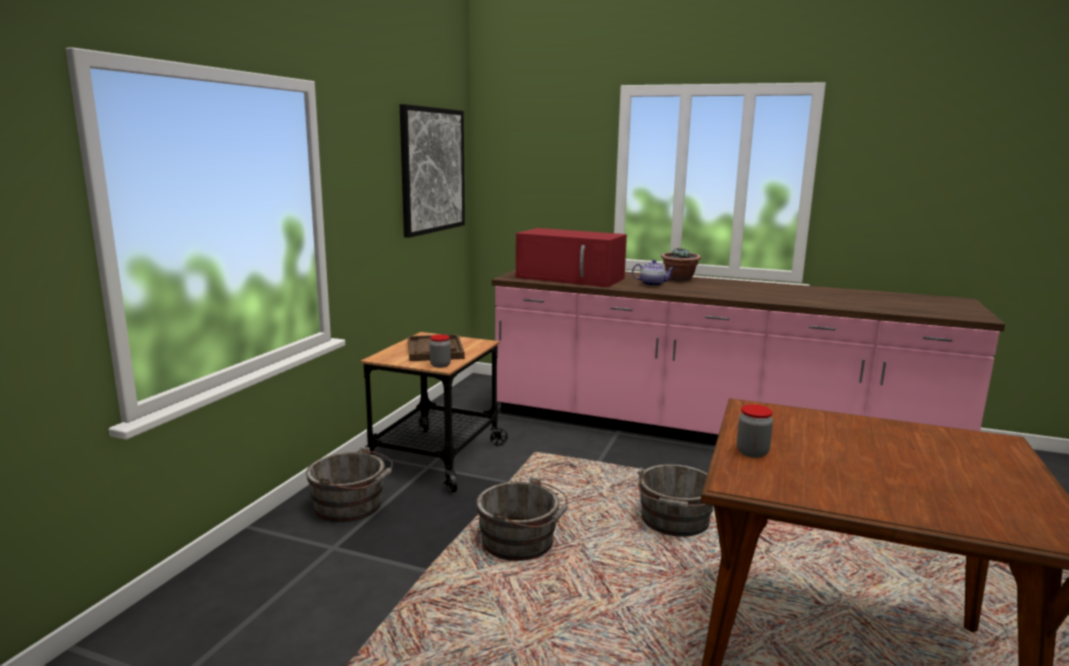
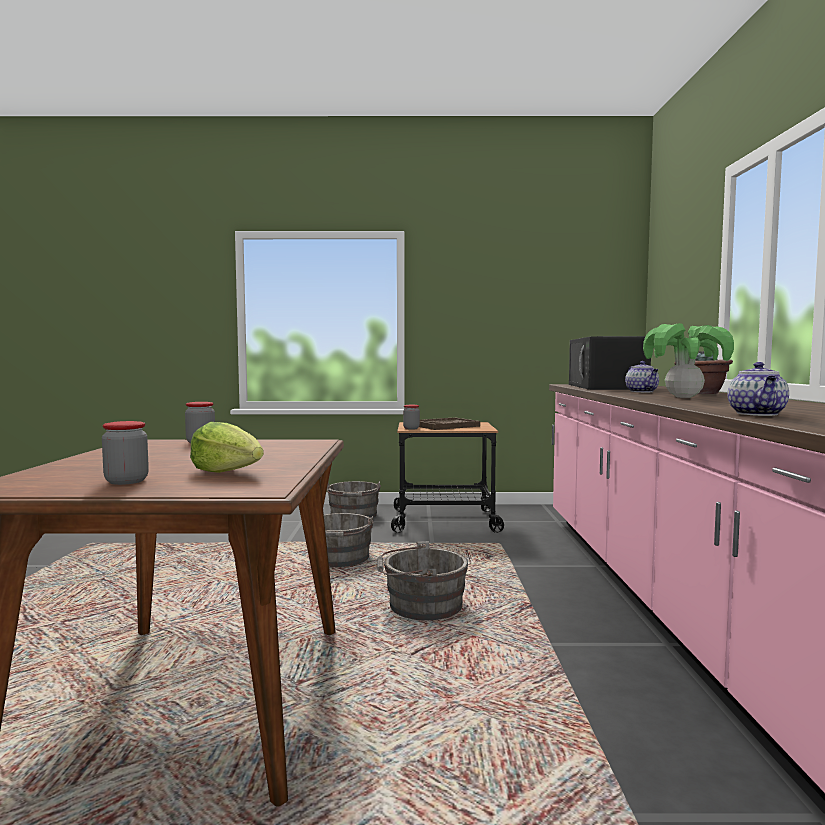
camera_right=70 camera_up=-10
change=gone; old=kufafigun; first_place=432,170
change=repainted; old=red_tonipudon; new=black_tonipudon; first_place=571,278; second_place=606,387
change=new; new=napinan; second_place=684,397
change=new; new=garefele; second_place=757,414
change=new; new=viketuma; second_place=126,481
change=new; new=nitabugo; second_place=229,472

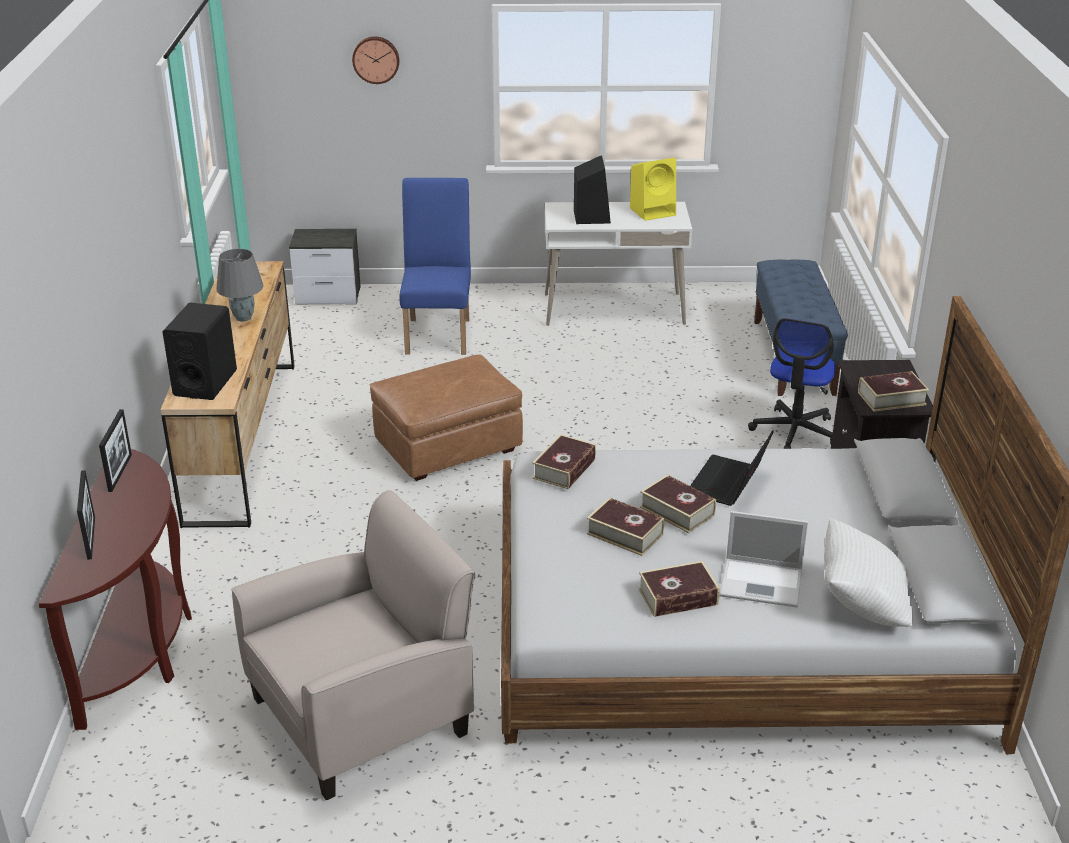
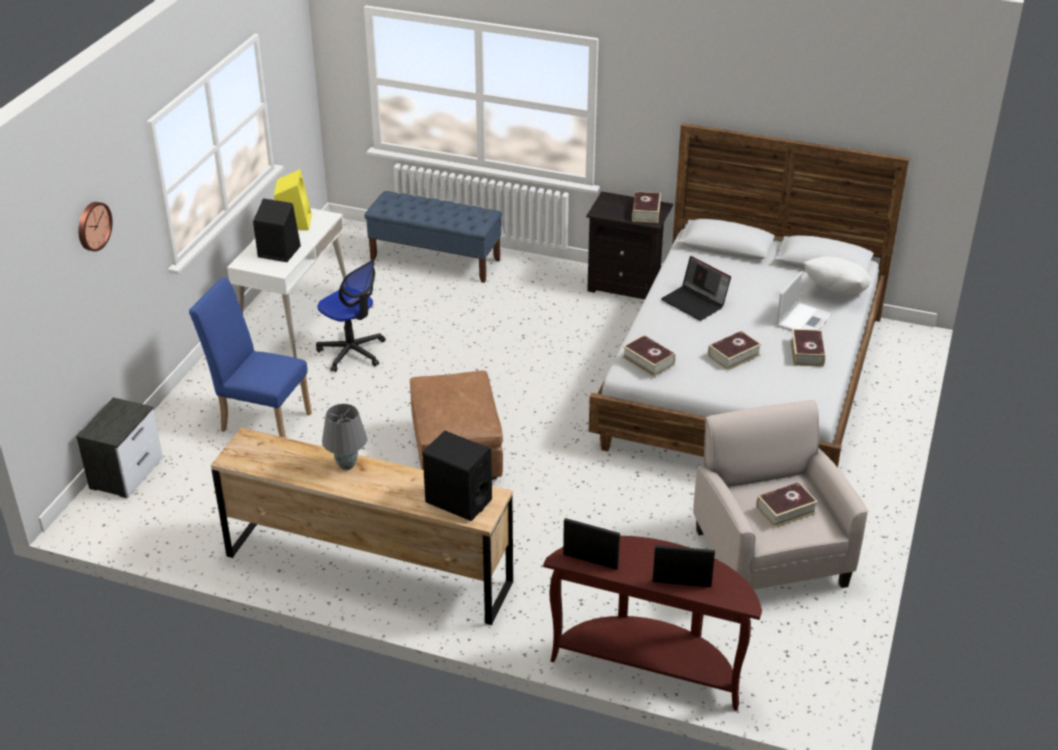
camera_right=-70 camera_up=5
change=shifted; old=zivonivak; first_place=795,431; second_place=352,352
change=shifted; old=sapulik; first_place=677,511; second_place=785,510

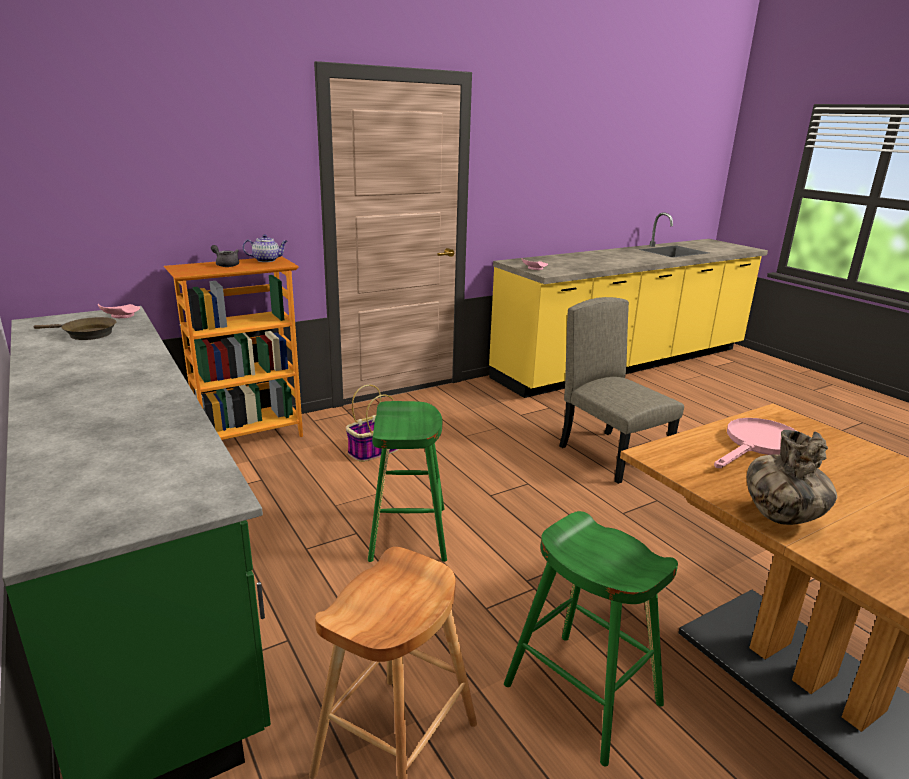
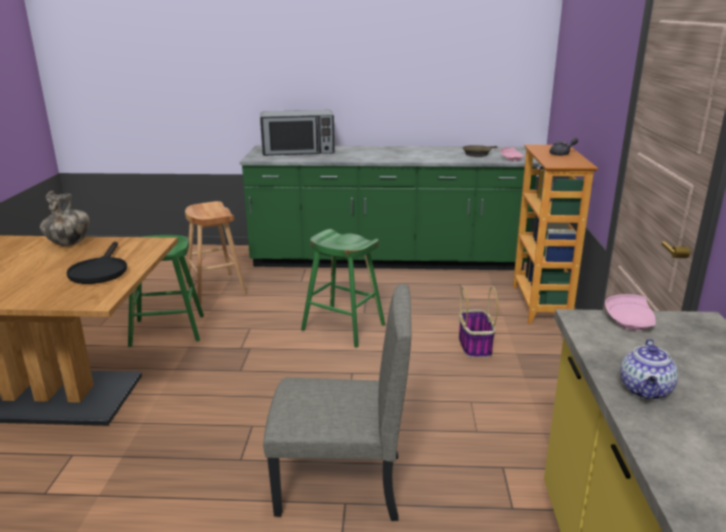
camera_right=125 camera_up=0
change=shifted; old=garefele; first_place=267,260; second_place=645,391
change=repainted; old=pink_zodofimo; new=black_zodofimo; first_place=758,445; second_place=100,271
change=new; new=tonipudon; second_place=298,152

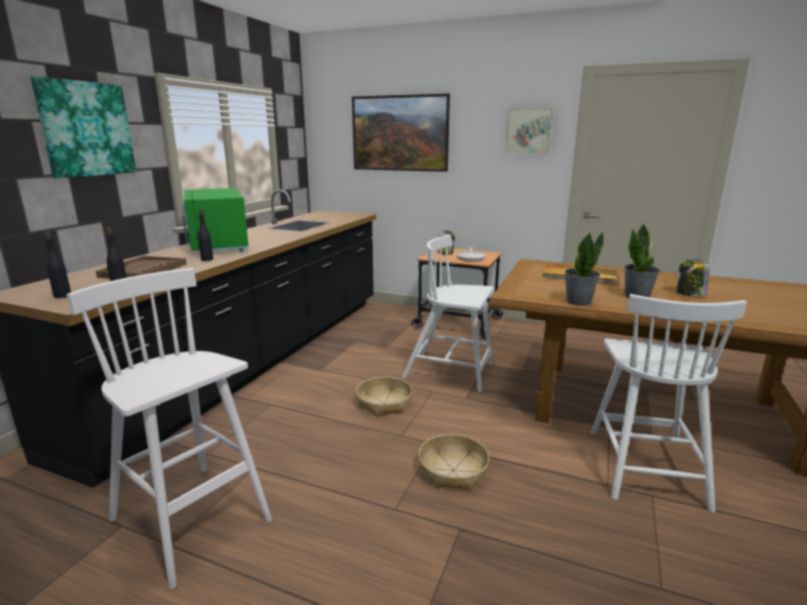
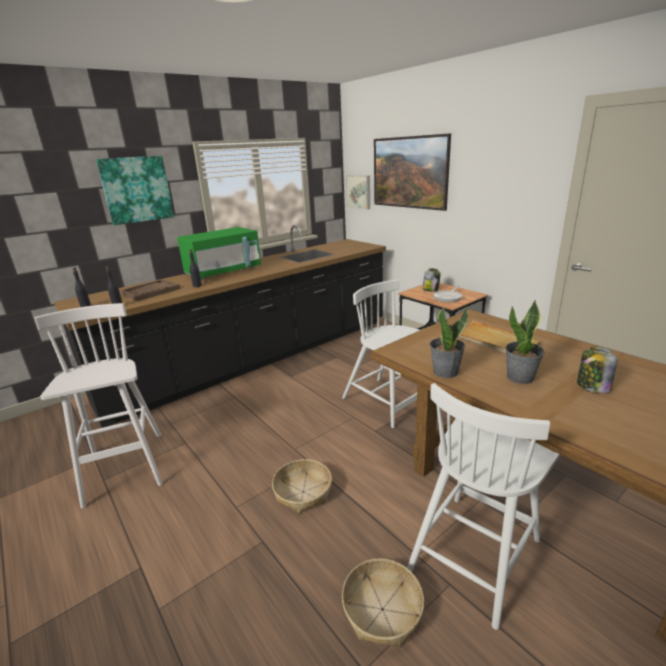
camera_right=30 camera_up=5
change=shifted; old=kufafigun; first_place=529,131; second_place=359,191
change=rotated; old=green_tonipudon; first_place=218,245; second_place=224,272; degrees=-135
change=shifted; old=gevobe; first_place=384,403; second_place=382,609

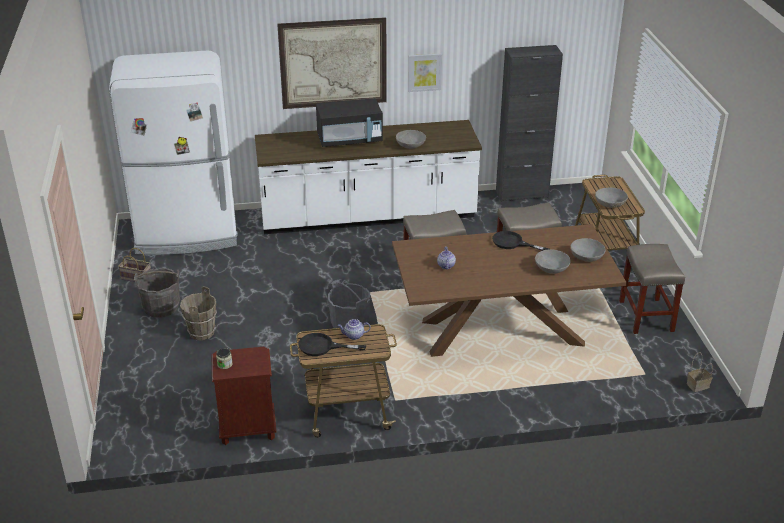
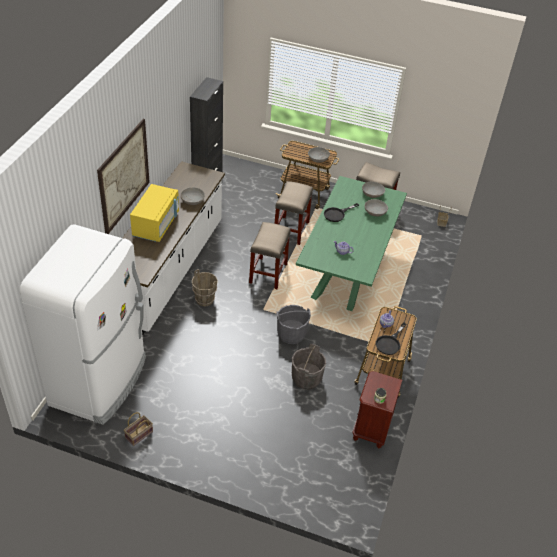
camera_right=-65 camera_up=10
change=gone; old=kufafigun; first_place=424,72
change=repainted; old=black_tonipudon; new=yellow_tonipudon; first_place=350,139; second_place=156,225
change=repainted; old=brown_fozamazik; new=green_fozamazik; first_place=500,332; second_place=347,270
change=shifted; old=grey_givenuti; first_place=161,307; second_place=306,378
change=shifted; old=brown_givenuti; first_place=201,333; second_place=204,300

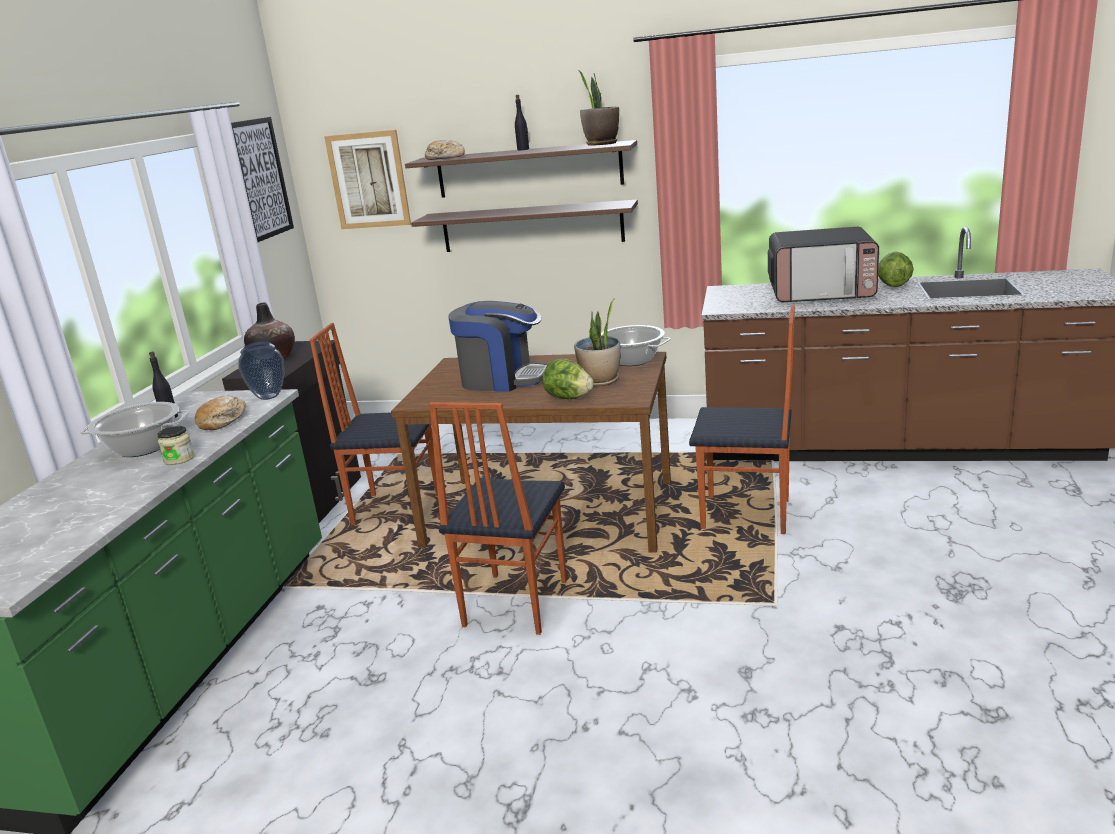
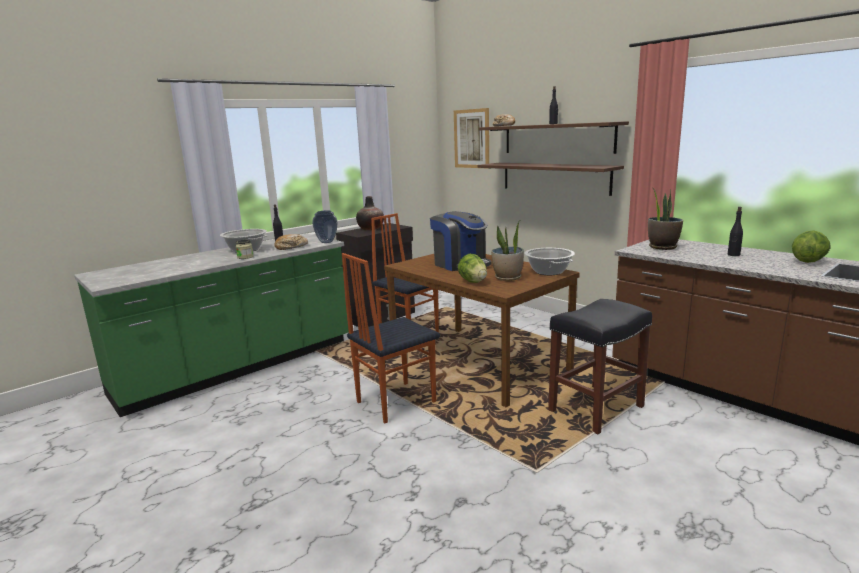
camera_right=35 camera_up=-5
change=shifted; old=napinan; first_place=601,144; second_place=662,247
change=gone; old=kufafigun; first_place=260,179
change=swapped; old=tonipudon; new=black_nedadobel; first_place=821,293; second_place=733,255
change=swapped; old=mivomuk; new=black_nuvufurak; first_place=746,515; second_place=595,409

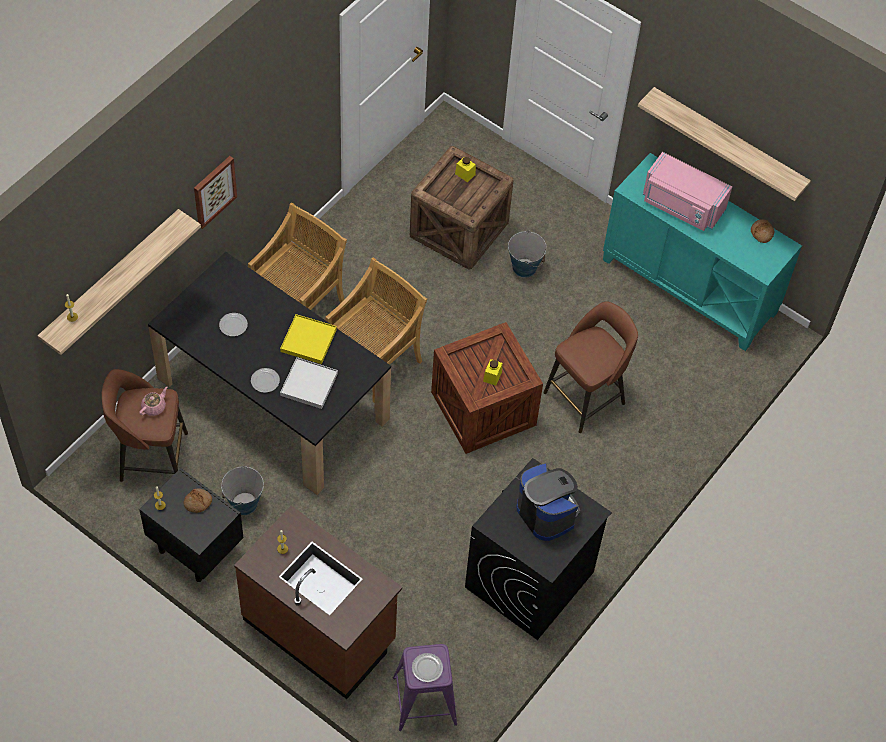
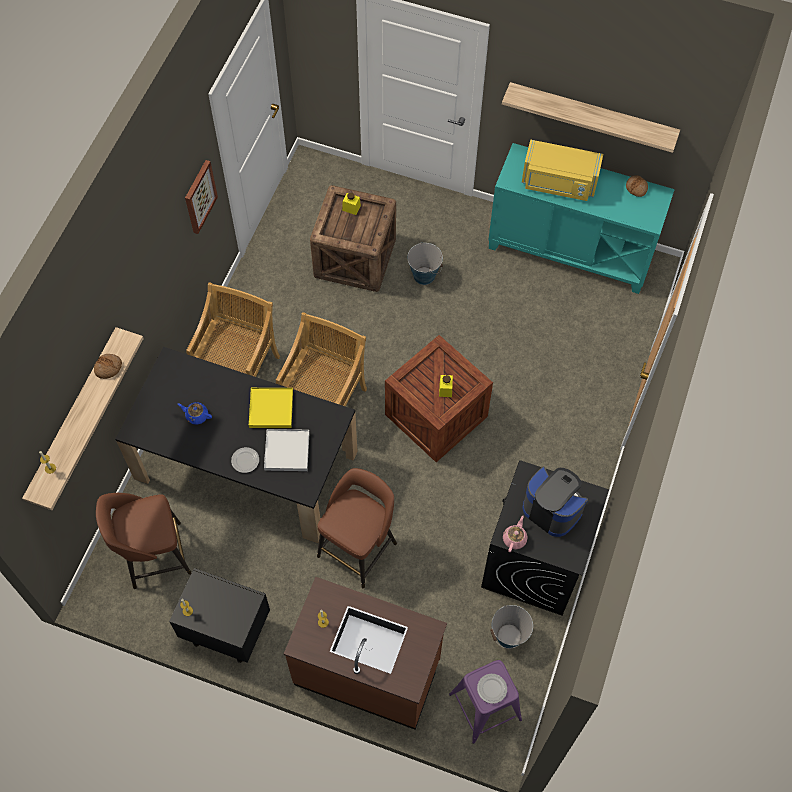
camera_right=-15 camera_up=5
change=repainted; old=pink_tonipudon; new=yellow_tonipudon; first_place=681,206; second_place=558,183
change=shifted; old=kufafigun; first_place=214,191; second_place=199,196
change=shifted; old=brown_nuvufurak; first_place=586,397; second_place=358,548
change=swapped; old=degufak; new=blue_garefele; first_place=233,325; second_place=196,415
change=shifted; old=pink_garefele; first_place=154,407; second_place=514,538
change=shifted; old=givenuti; first_place=244,503; second_place=509,636
change=shifted; old=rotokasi; first_place=198,502; second_place=108,368

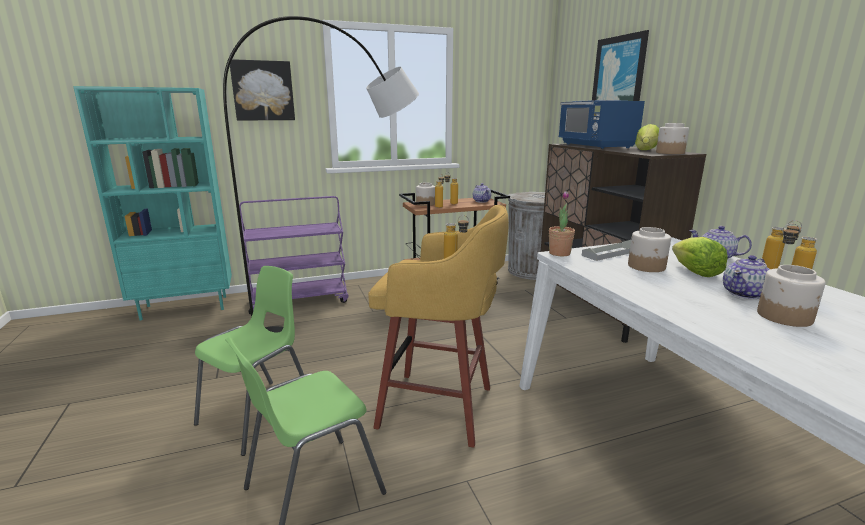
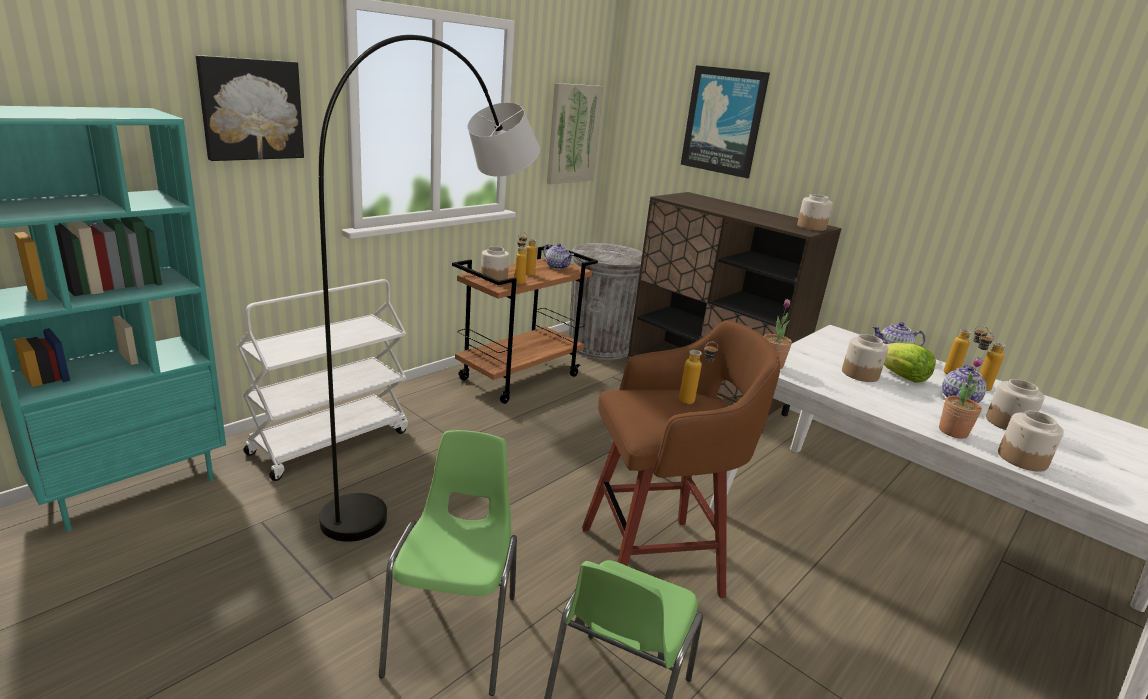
camera_right=-30 camera_up=5
change=gone; old=blue_tonipudon; first_place=595,146
change=gone; old=nitabugo; first_place=646,150
change=repainted; old=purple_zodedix; new=white_zodedix; first_place=300,301; second_place=330,441
change=repainted; old=yellow_nuvufurak; new=brown_nuvufurak; first_place=440,408; second_place=655,560
change=gone; old=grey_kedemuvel; first_place=609,253
change=new; new=kufafigun; second_place=572,134
change=new; new=napinan; second_place=953,431
change=new; new=viketuma; second_place=1023,459

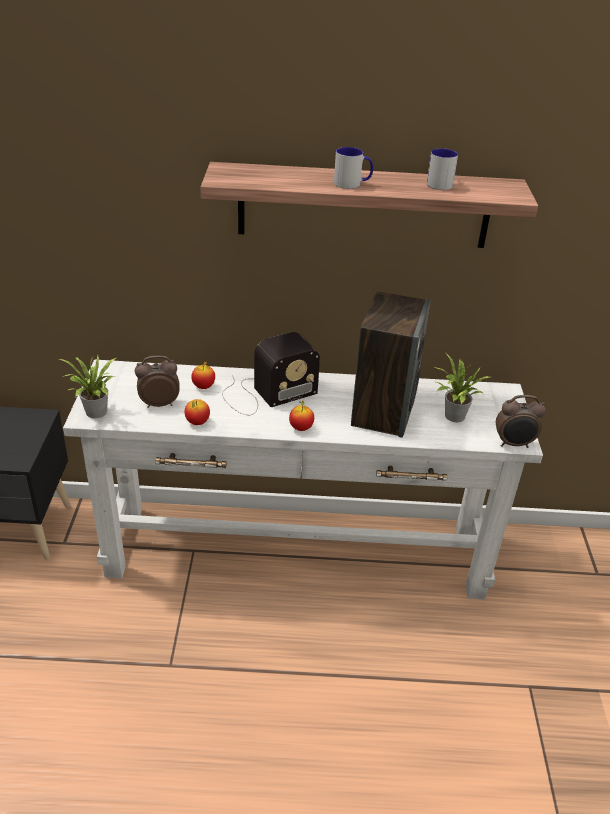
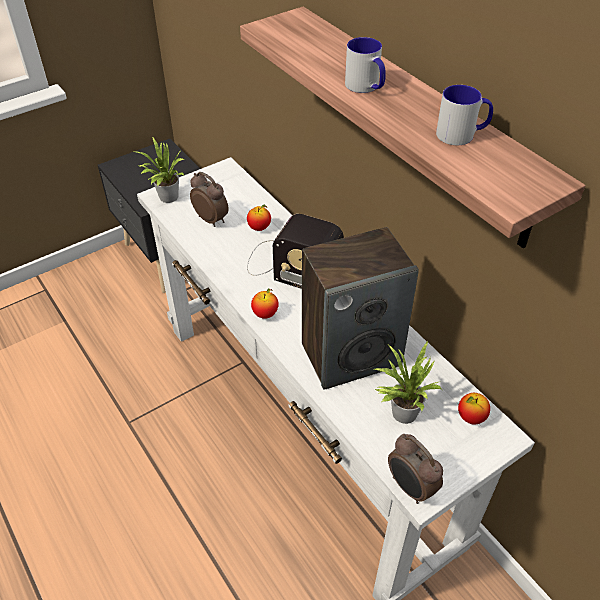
camera_right=55 camera_up=10
change=shifted; old=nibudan; first_place=197,422; second_place=471,417

